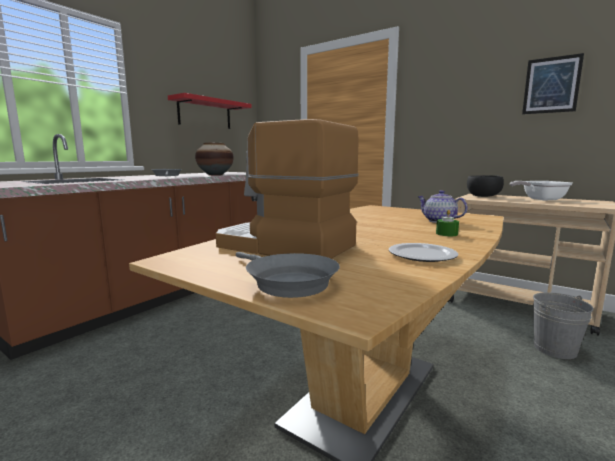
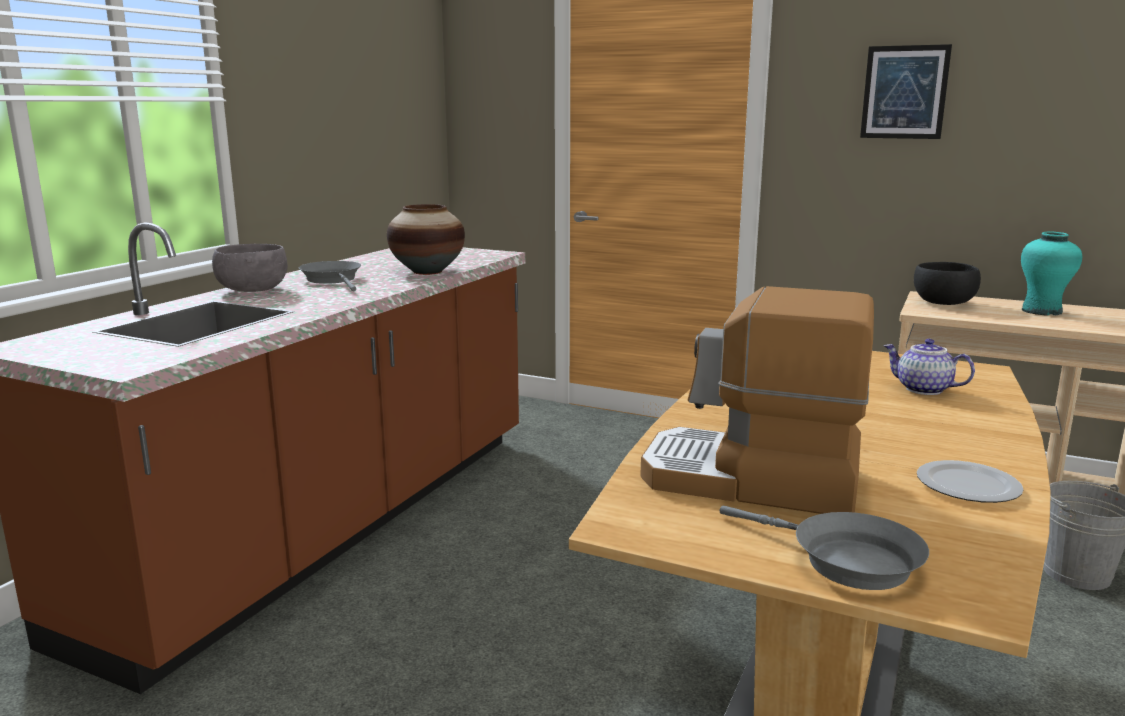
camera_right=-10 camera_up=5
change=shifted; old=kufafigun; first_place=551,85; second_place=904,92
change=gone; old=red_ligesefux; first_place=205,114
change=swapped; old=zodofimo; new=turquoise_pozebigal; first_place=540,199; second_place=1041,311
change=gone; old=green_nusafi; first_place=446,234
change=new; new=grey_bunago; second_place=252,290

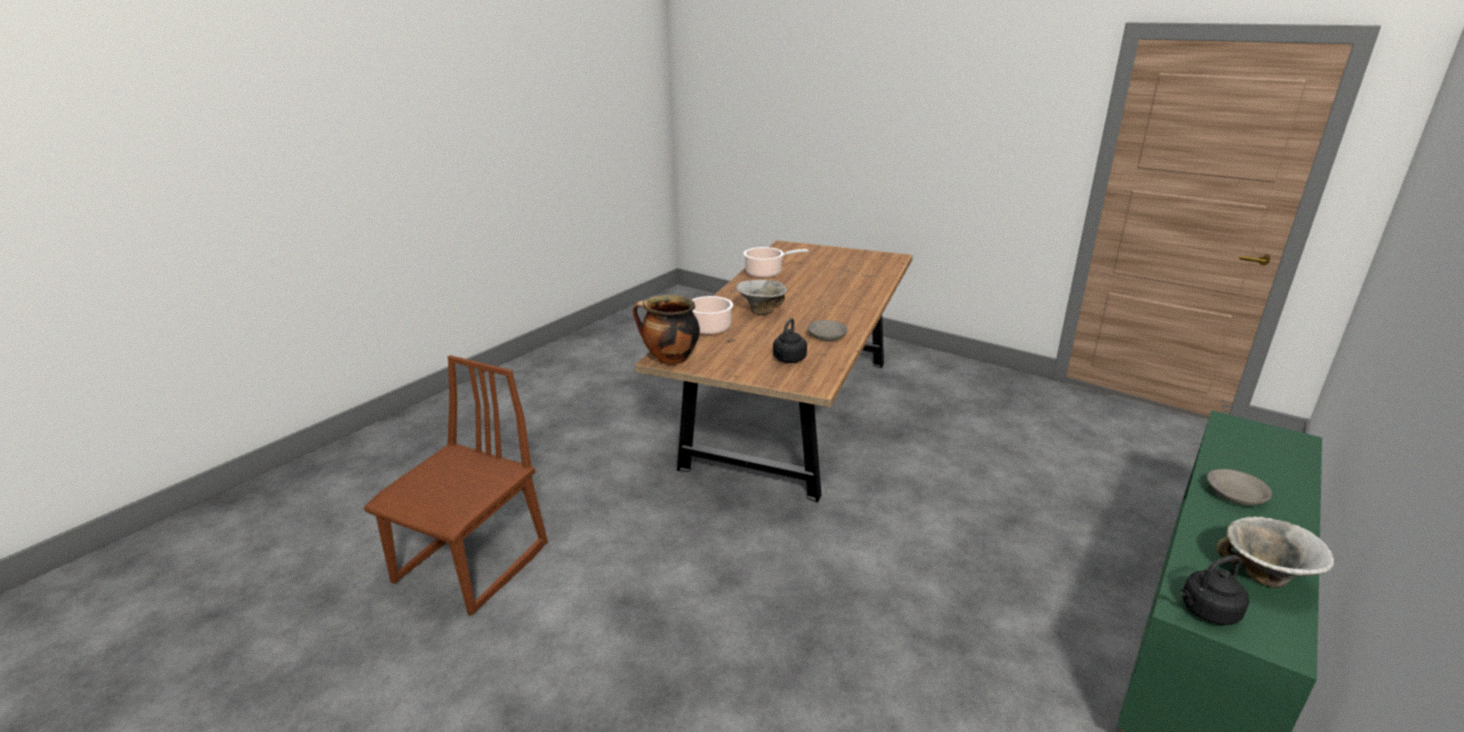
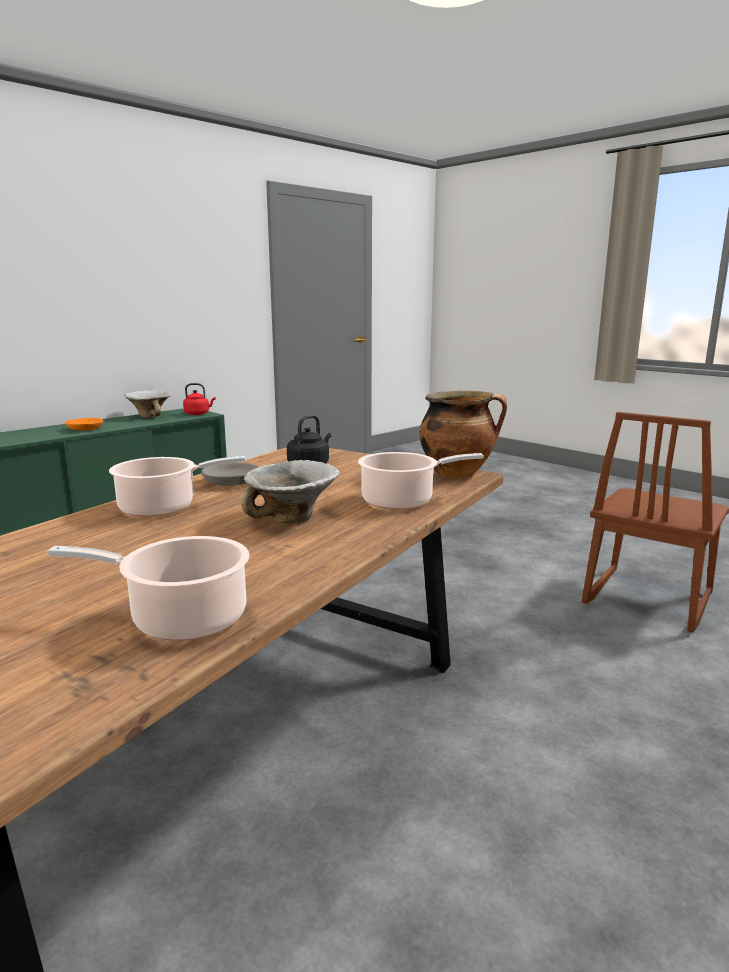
camera_right=-170 camera_up=-10
change=repainted; old=grey_bunago; new=orange_bunago; first_place=1234,494; second_place=85,429
change=repainted; old=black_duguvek; new=red_duguvek; first_place=1207,611; second_place=198,414
change=new; new=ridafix; second_place=163,507

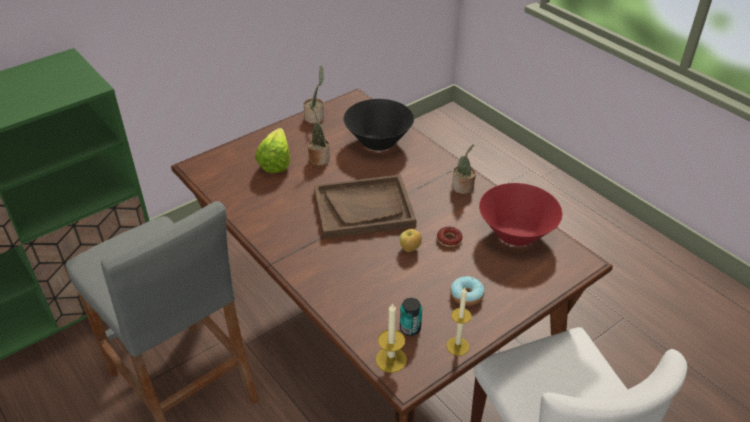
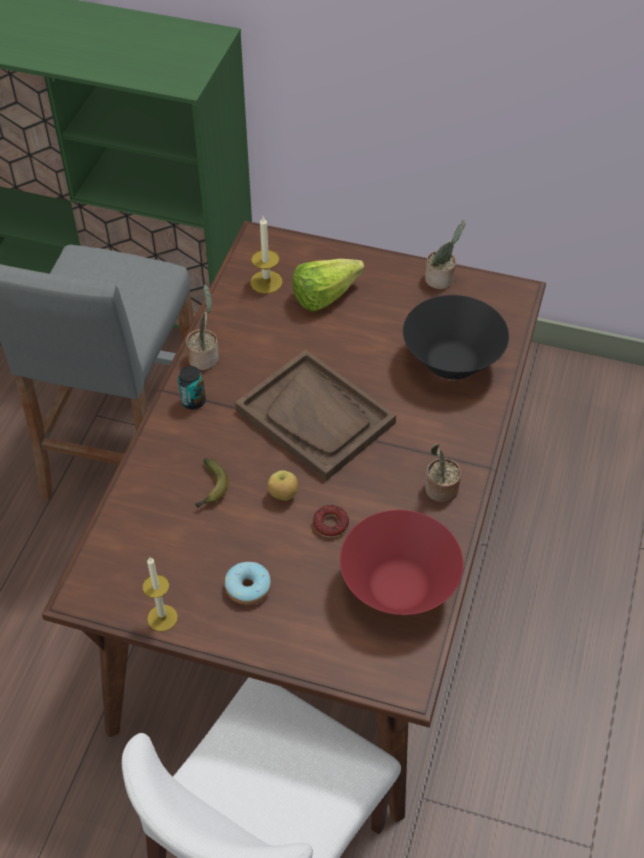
camera_right=55 camera_up=10
change=shifted; old=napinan; first_place=318,158; second_place=204,357
change=shifted; old=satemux; first_place=410,328; second_place=193,401
change=shifted; old=nusafi; first_place=391,359; second_place=266,282
change=new; new=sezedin; second_place=210,489

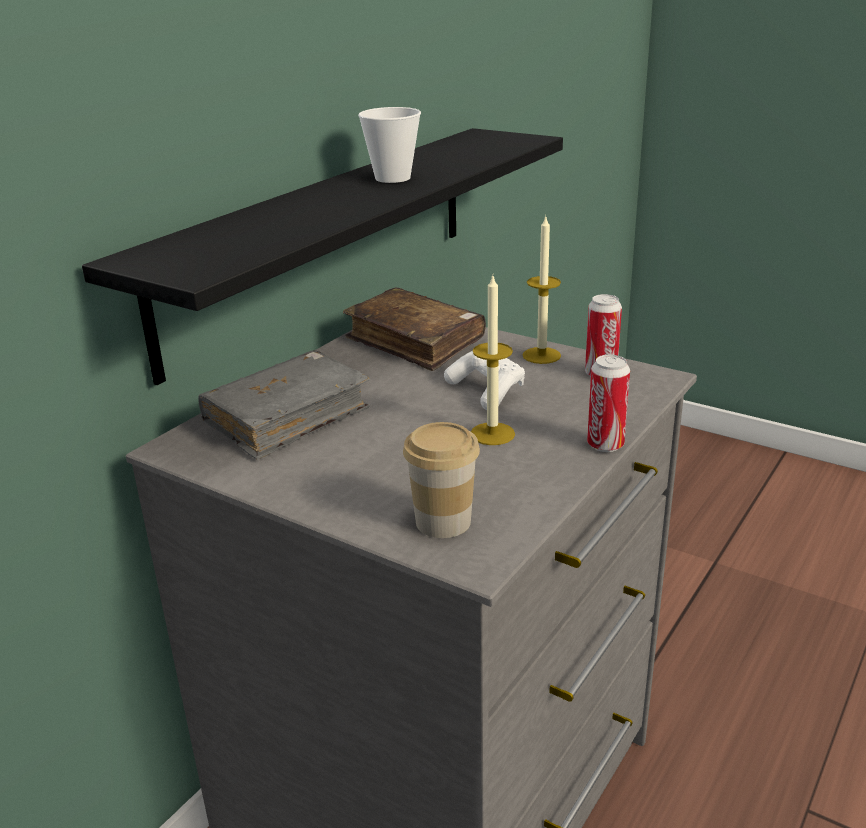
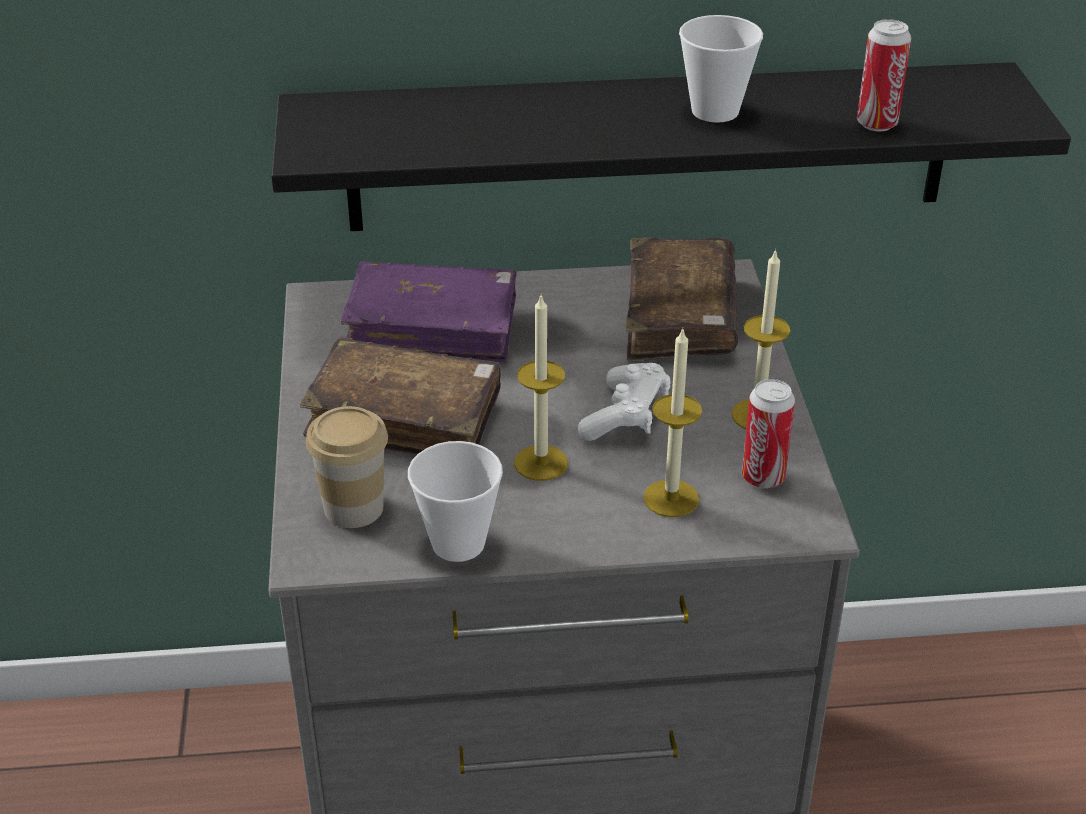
camera_right=50 camera_up=10
change=repainted; old=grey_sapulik; new=purple_sapulik; first_place=287,418; second_place=433,328
change=shifted; old=satemux; first_place=605,445; second_place=876,124
change=new; new=nusafi; second_place=671,498
change=new; new=brown_sapulik; second_place=405,417
change=new; new=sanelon; second_place=458,543

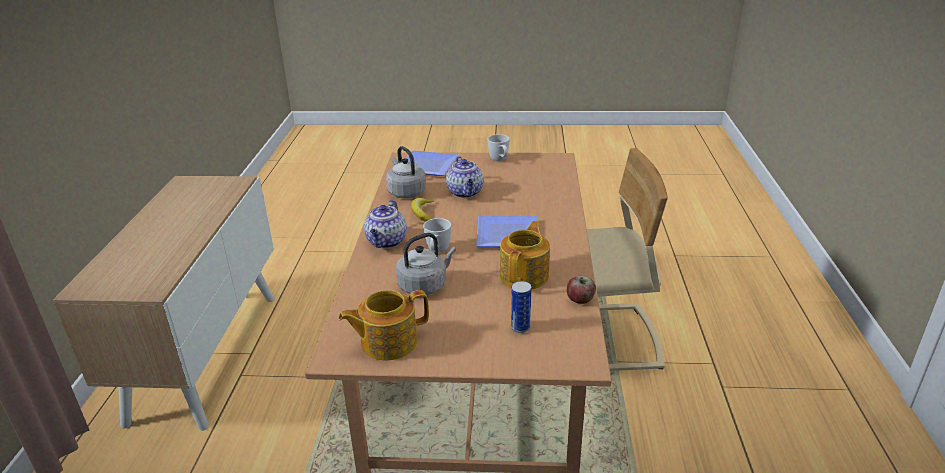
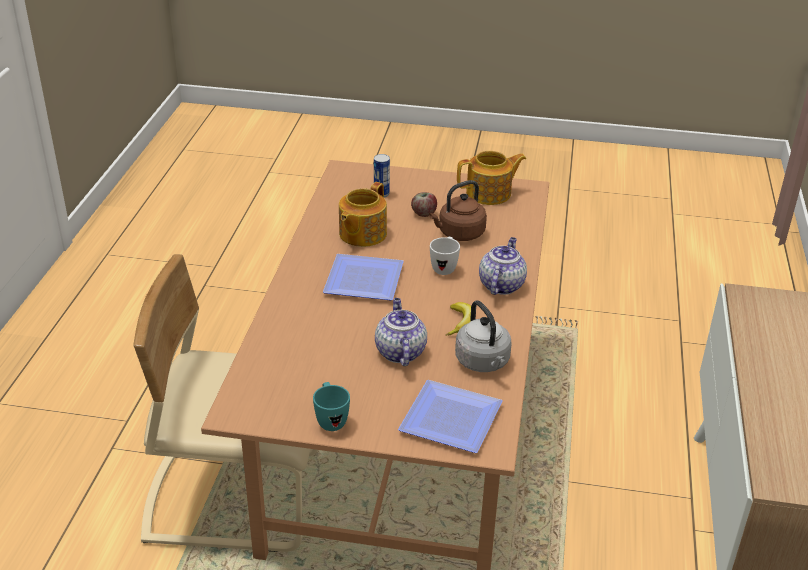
camera_right=-175 camera_up=5
change=repainted; old=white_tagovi; new=turquoise_tagovi; first_place=500,160; second_place=330,419
change=repainted; old=grey_duguvek; new=brown_duguvek; first_place=425,285; second_place=459,234
change=shifted; old=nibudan; first_place=580,300; second_place=424,213

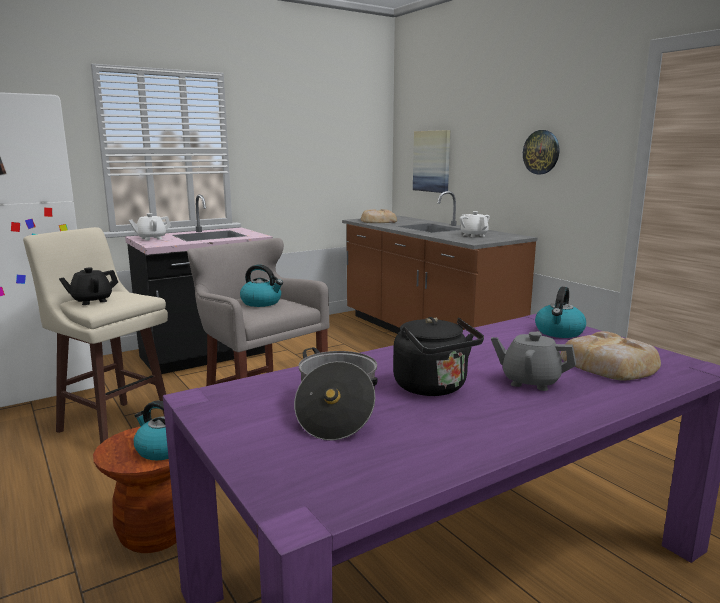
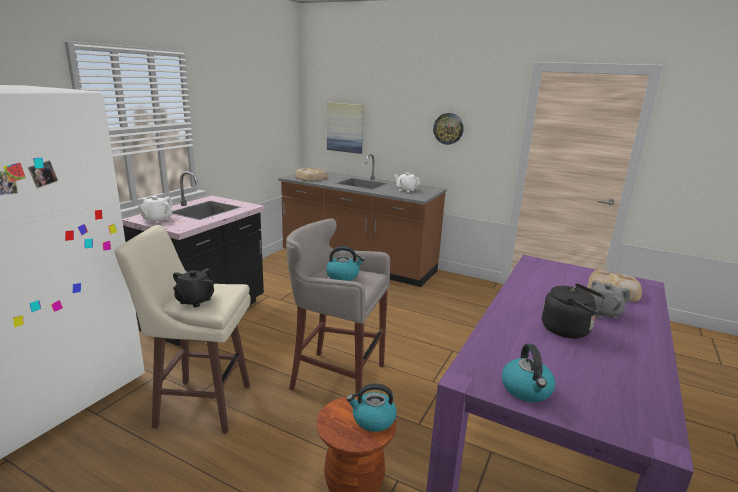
camera_right=-30 camera_up=5
change=shifted; old=duguvek; first_place=559,332; second_place=526,390
change=gone; old=ridafix; first_place=336,411

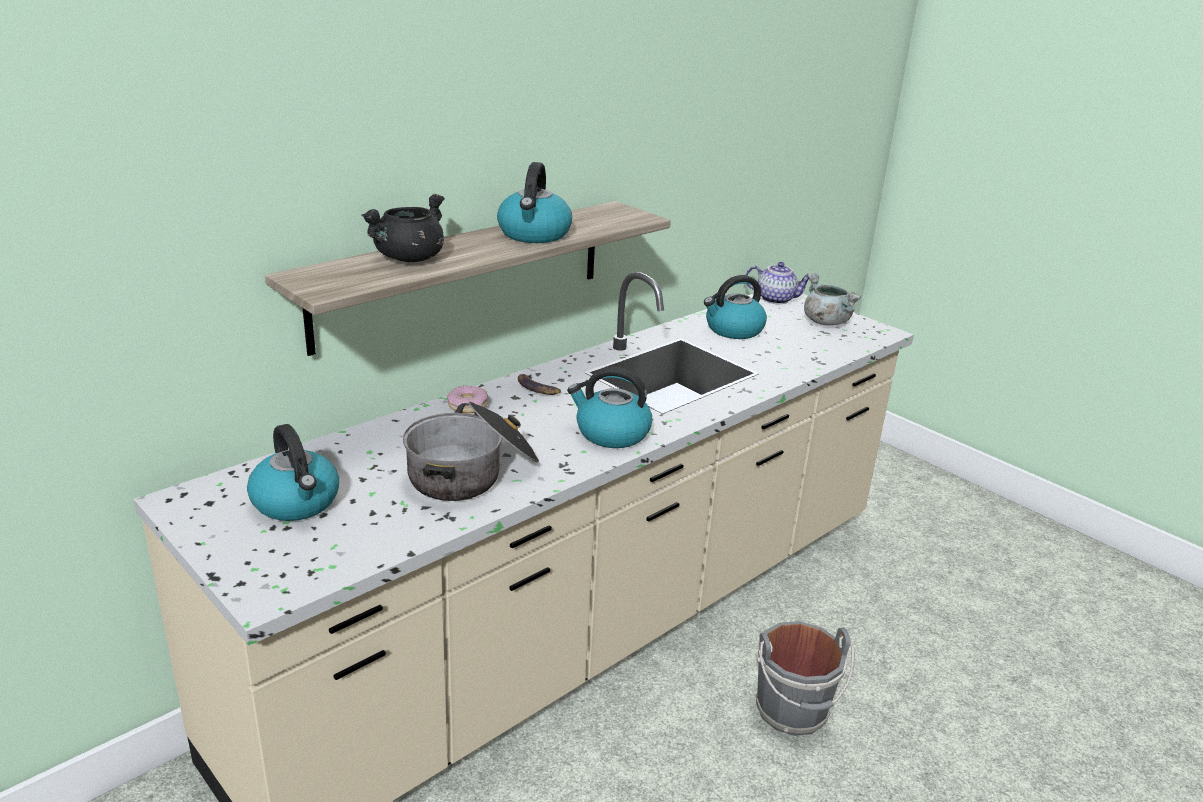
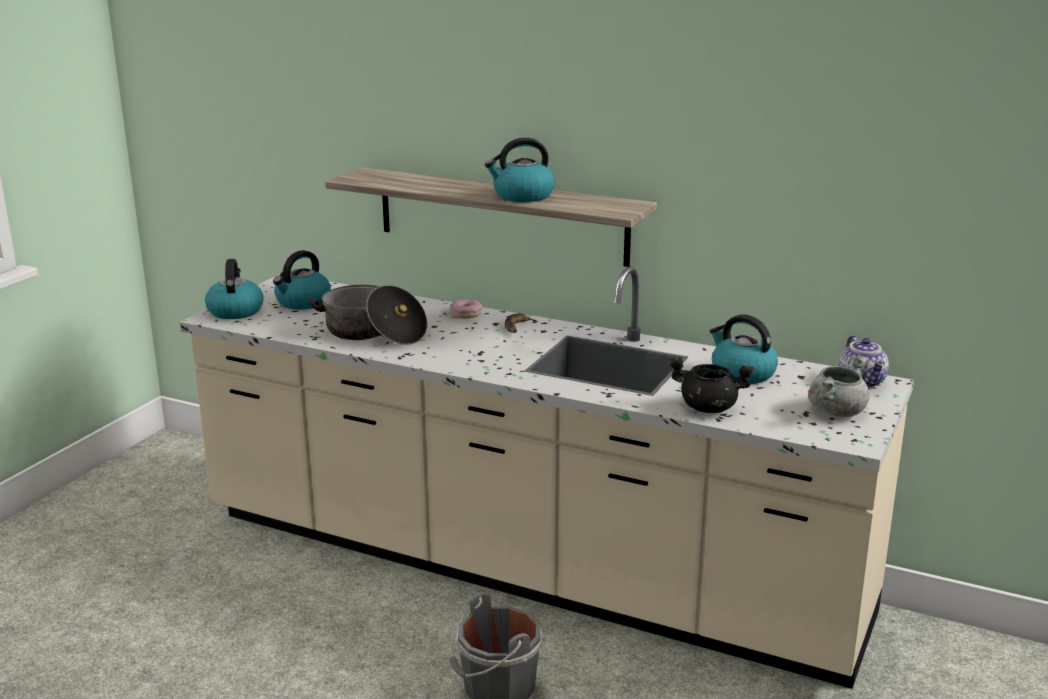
camera_right=70 camera_up=-5
change=shifted; old=black_ridafix; first_place=409,259; second_place=708,408
change=shifted; old=duguvek; first_place=611,433; second_place=235,311

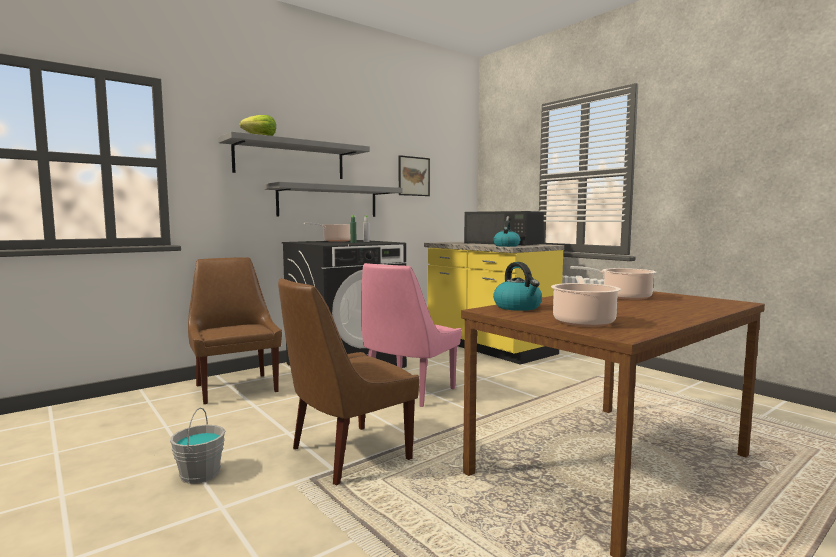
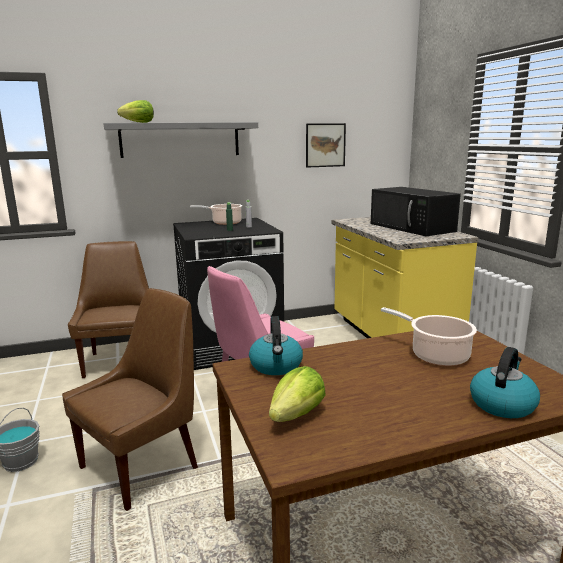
camera_right=20 camera_up=10
change=gone; old=grey_ligesefux; first_place=328,201
change=shifted; old=duguvek; first_place=506,246; second_place=502,404
change=swapped; old=ridafix; new=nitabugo; first_place=583,321; second_place=297,415
change=rotated; old=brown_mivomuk; first_place=346,455; second_place=143,465; degrees=150

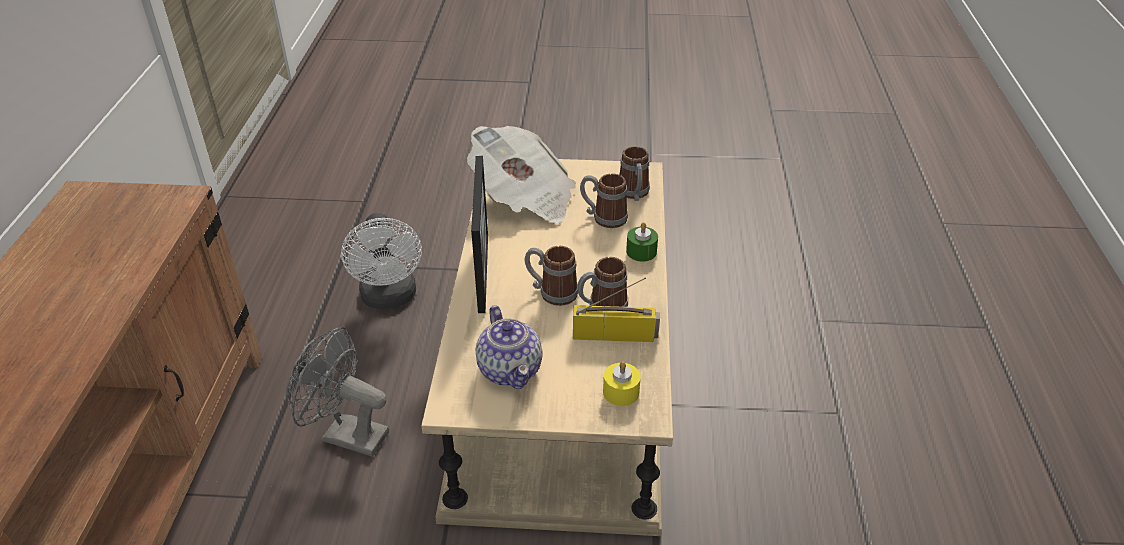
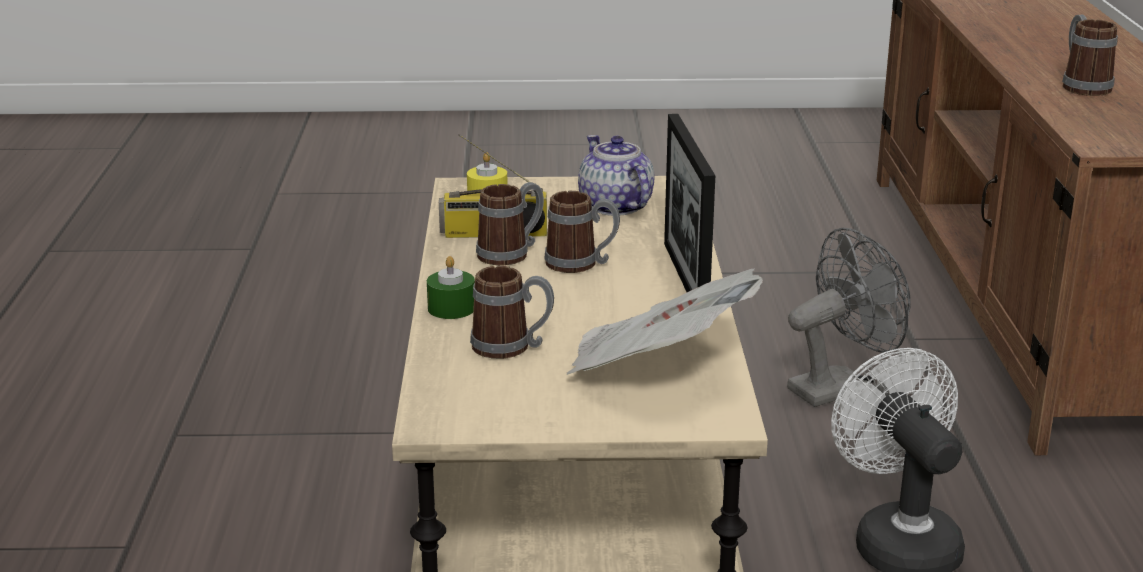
camera_right=175 camera_up=-15
change=shifted; old=tagovi; first_place=634,194; second_place=1082,85
change=rotated; old=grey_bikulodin; first_place=346,435; second_place=840,386; degrees=-45

